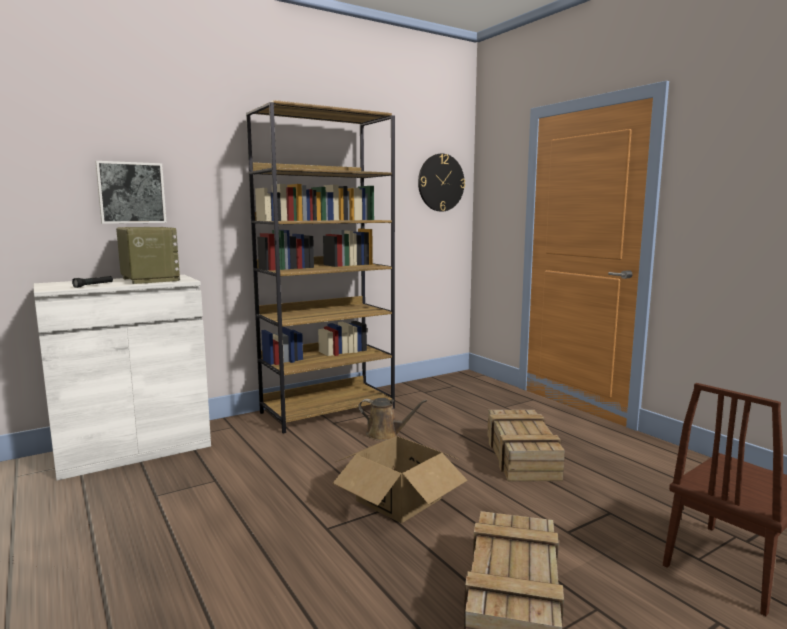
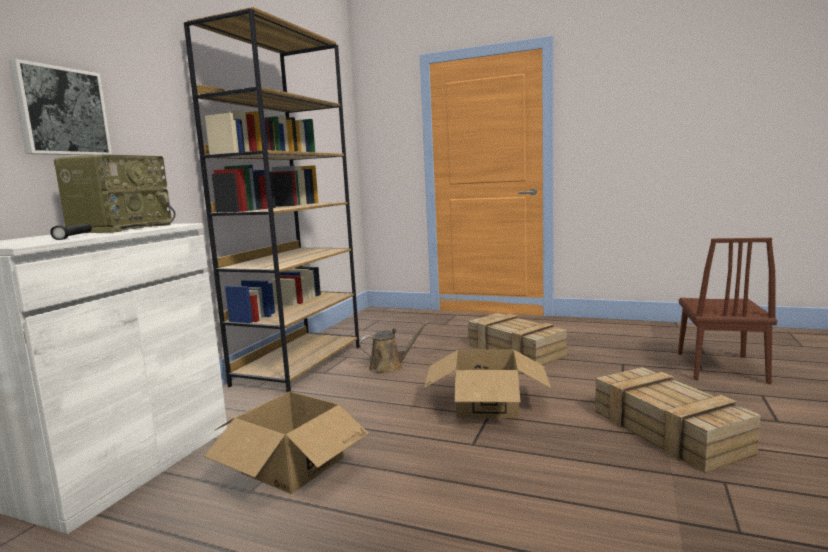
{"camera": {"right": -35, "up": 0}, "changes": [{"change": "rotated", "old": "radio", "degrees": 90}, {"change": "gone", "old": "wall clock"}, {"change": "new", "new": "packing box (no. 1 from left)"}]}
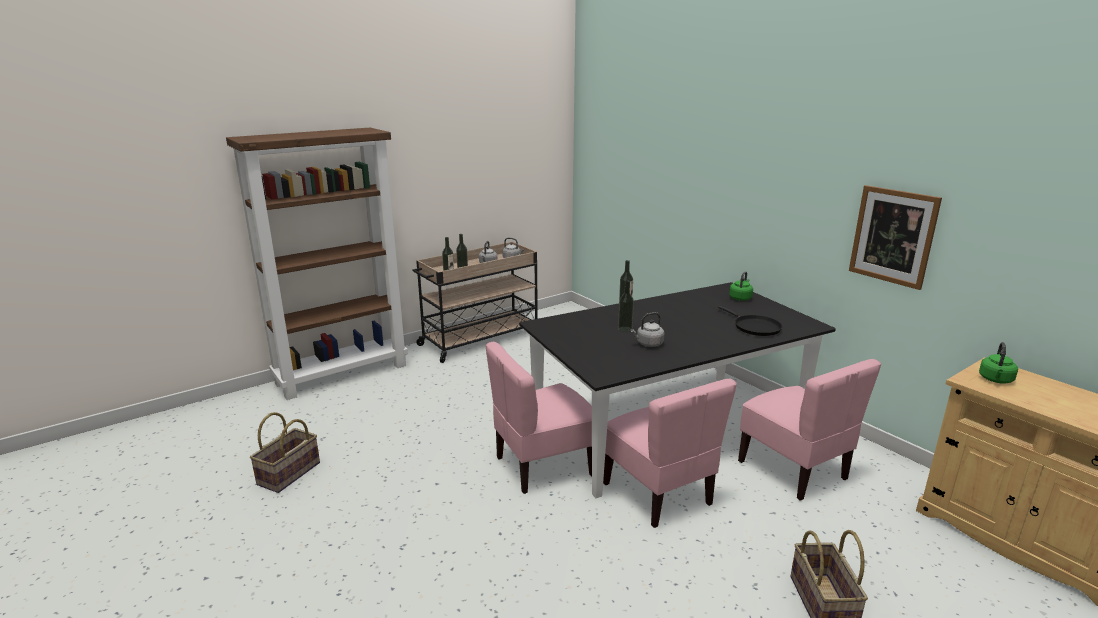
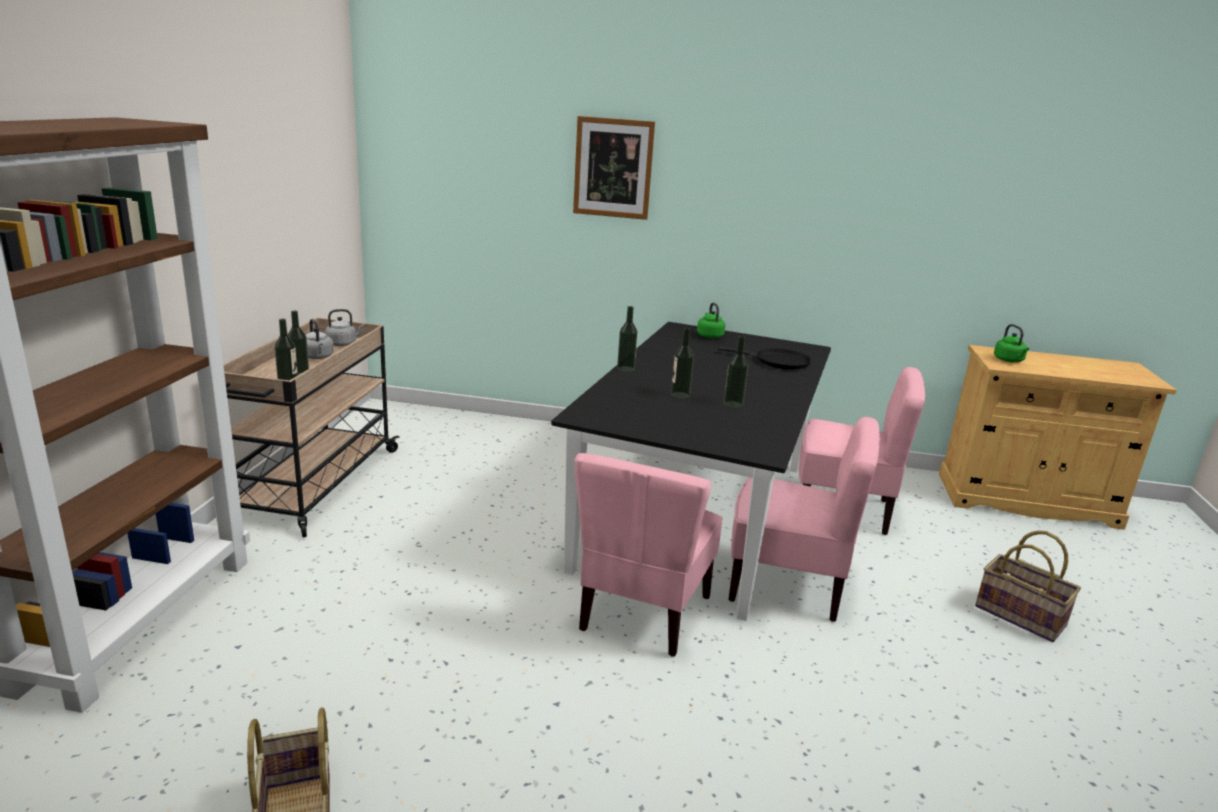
{"camera": {"right": -45, "up": 0}, "changes": [{"change": "swapped", "old": "greyish tea kettle (no. 3 from left)", "new": "drink bottle (no. 5 from left)"}, {"change": "shifted", "old": "picture"}]}
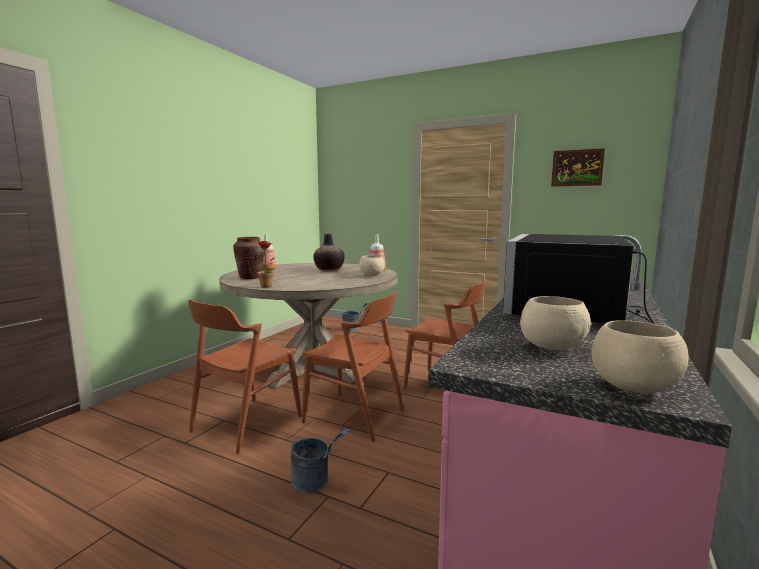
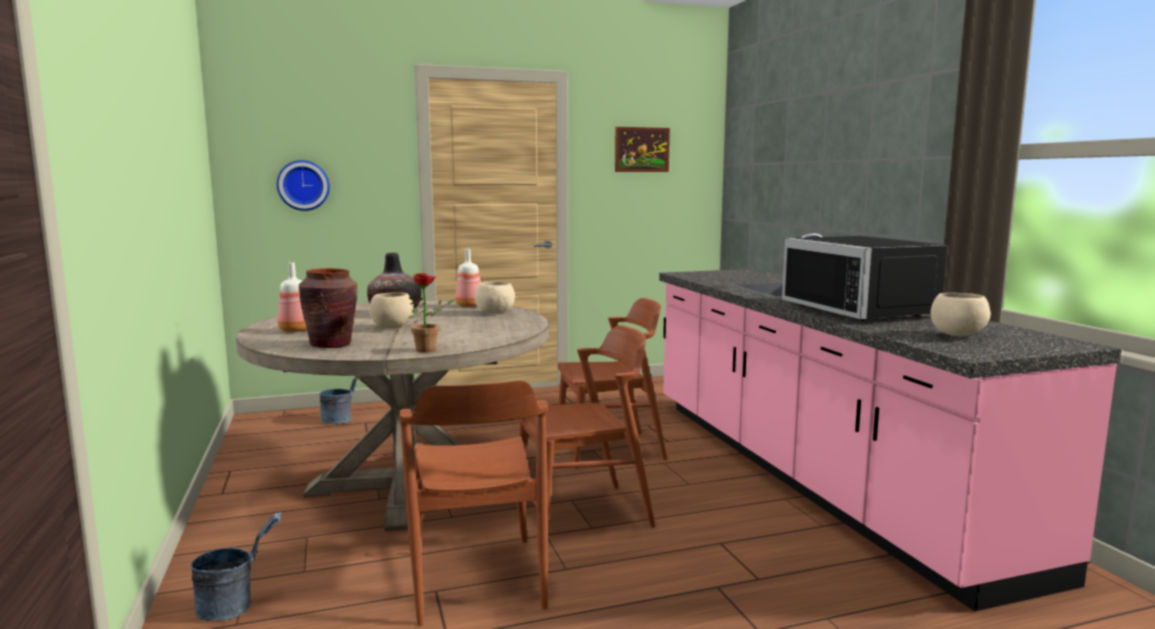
{"camera": {"right": -45, "up": 0}, "changes": [{"change": "shifted", "old": "greyish pail (no. 1 from left)"}, {"change": "shifted", "old": "beige-coloured bowl (no. 3 from left in the first image)", "new": "beige-coloured bowl (no. 1 from left)"}, {"change": "new", "new": "wall clock"}]}
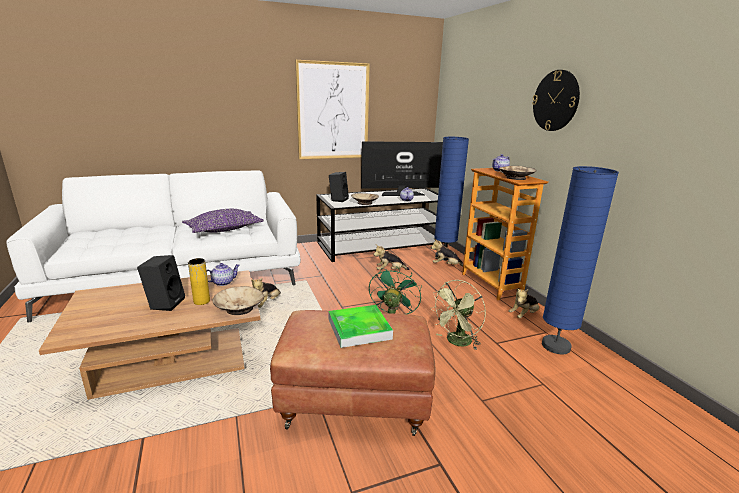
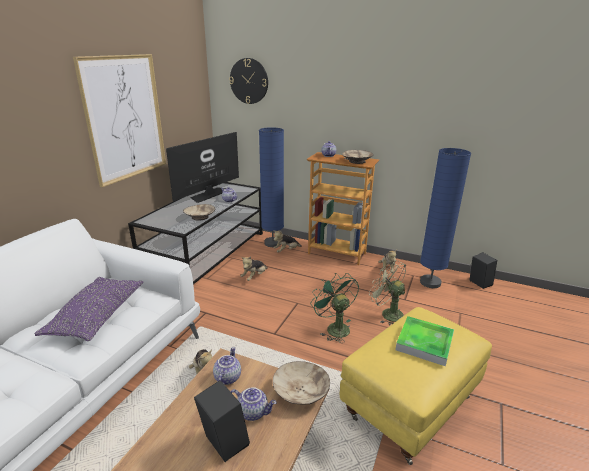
{"camera": {"right": -45, "up": 5}, "changes": [{"change": "swapped", "old": "yellow decorative vase", "new": "teapot (no. 3 from left)"}, {"change": "repainted", "old": "brown-coloured ottoman", "new": "yellow ottoman"}, {"change": "shifted", "old": "black loudspeaker (no. 2 from left)"}, {"change": "rotated", "old": "greenish cooling fan (no. 2 from left)", "degrees": 135}, {"change": "shifted", "old": "wall clock"}]}
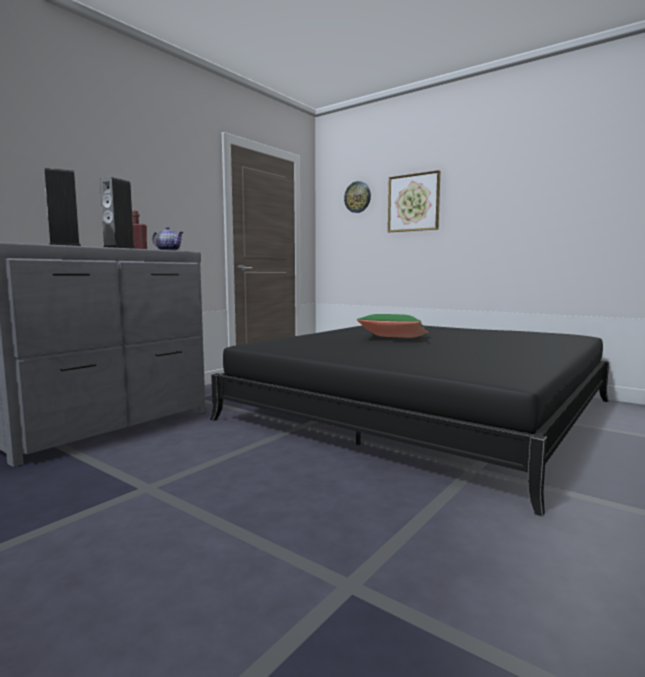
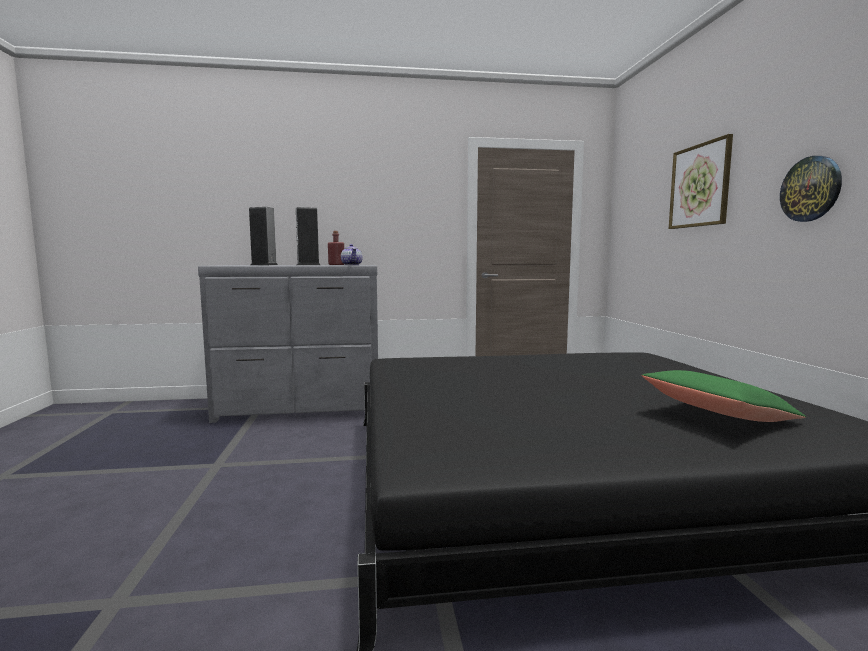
{"camera": {"right": 45, "up": 0}, "changes": [{"change": "shifted", "old": "wall clock"}, {"change": "shifted", "old": "greenish throw pillow"}]}
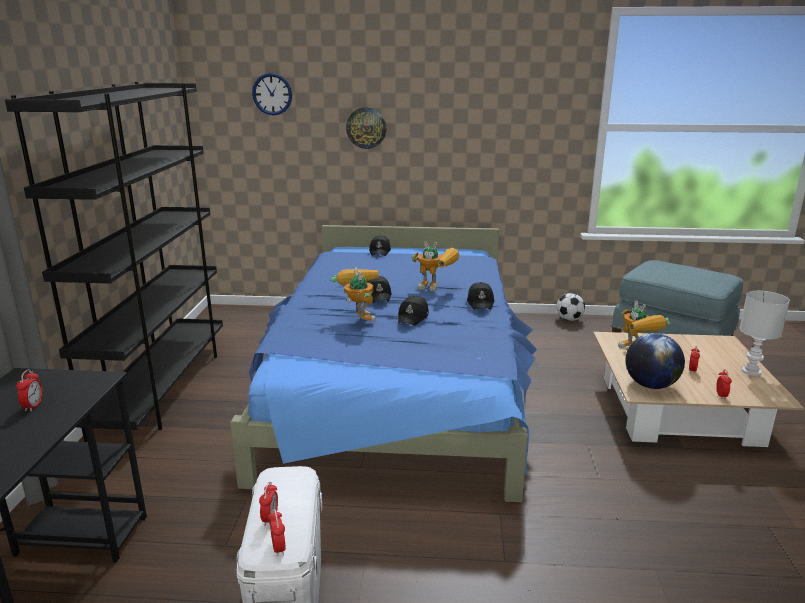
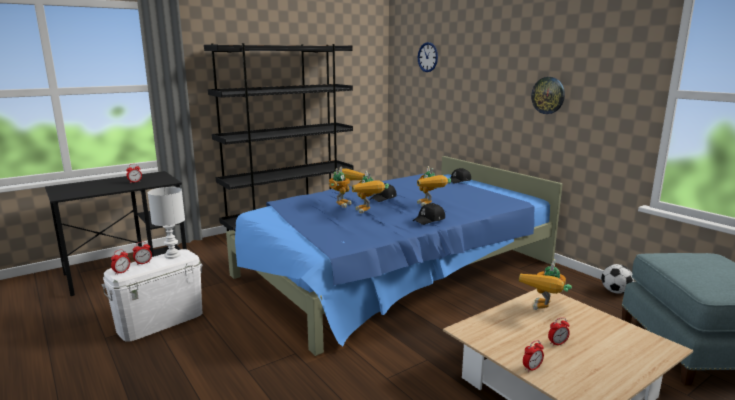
{"camera": {"right": 50, "up": -5}, "changes": [{"change": "shifted", "old": "wall clock (no. 2 from left)"}, {"change": "swapped", "old": "black cap (no. 3 from left)", "new": "toy robot (no. 2 from left)"}, {"change": "gone", "old": "globe"}, {"change": "shifted", "old": "whitish table lamp"}]}
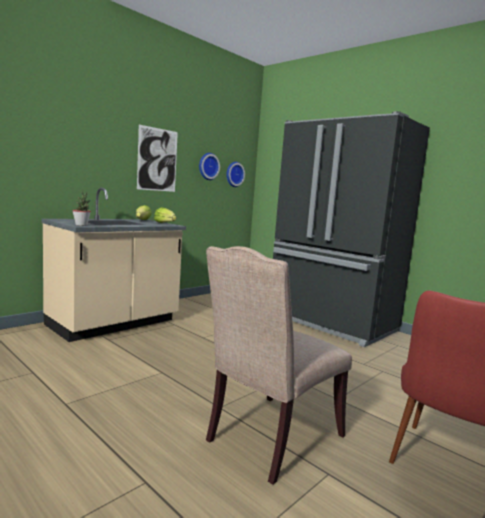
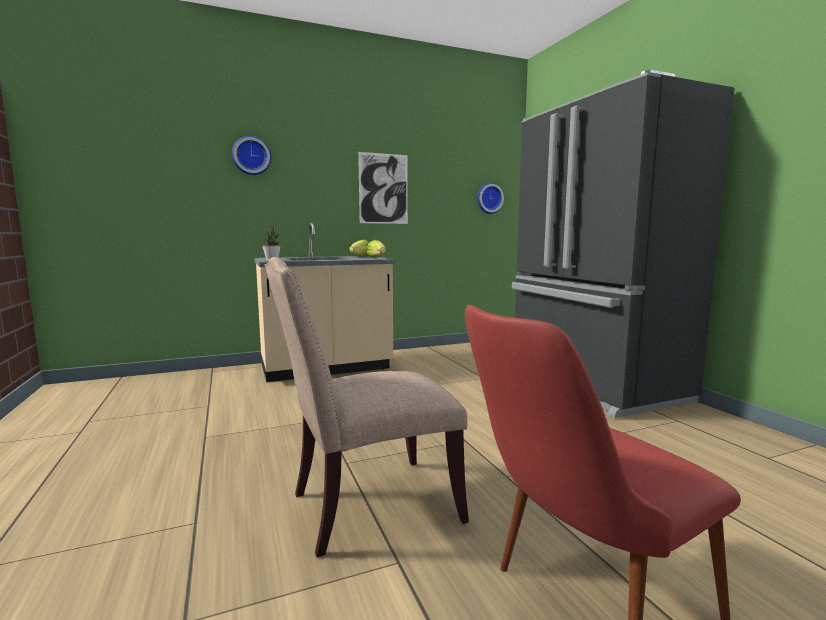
{"camera": {"right": 25, "up": 0}, "changes": [{"change": "shifted", "old": "wall clock (no. 1 from left)"}]}
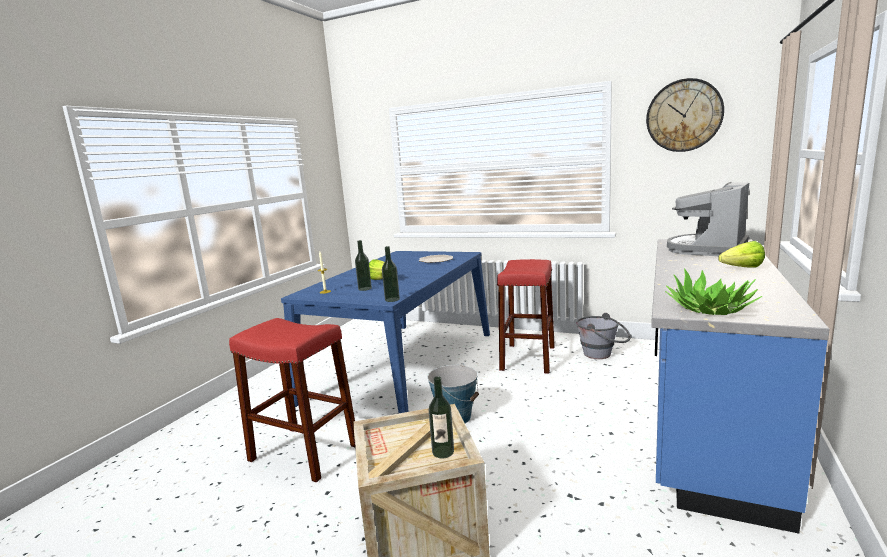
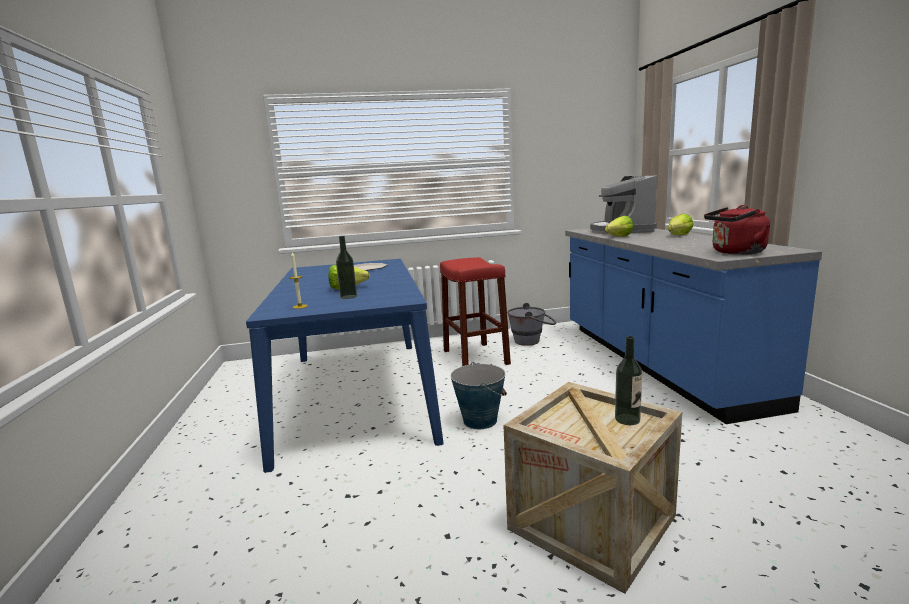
{"camera": {"right": -35, "up": 0}, "changes": [{"change": "gone", "old": "red sitting stool (no. 1 from left)"}, {"change": "gone", "old": "drink bottle (no. 2 from left)"}, {"change": "gone", "old": "wall clock"}, {"change": "swapped", "old": "potted plant", "new": "red tea kettle"}, {"change": "new", "new": "head of lettuce (no. 2 from left)"}]}
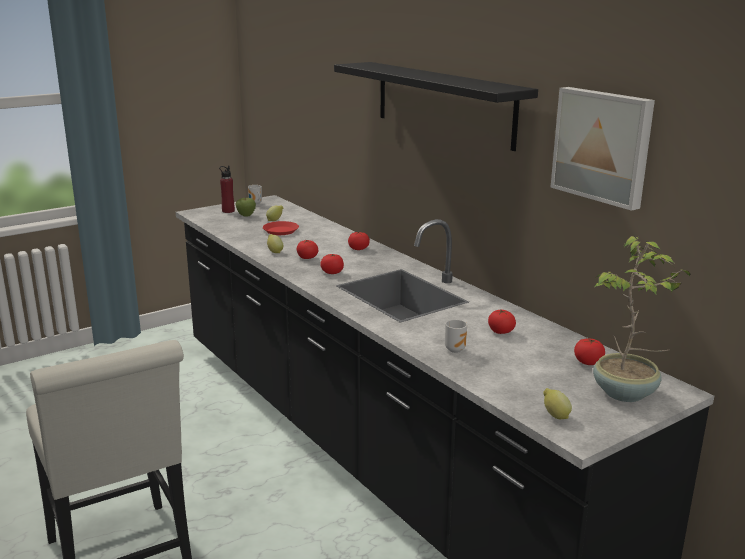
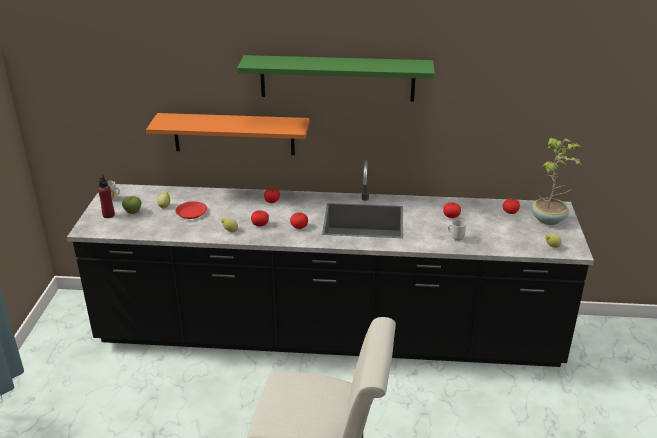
{"camera": {"right": -50, "up": 10}, "changes": [{"change": "repainted", "old": "black bracket shelf", "new": "greenish bracket shelf"}, {"change": "gone", "old": "picture"}, {"change": "new", "new": "orange bracket shelf"}]}
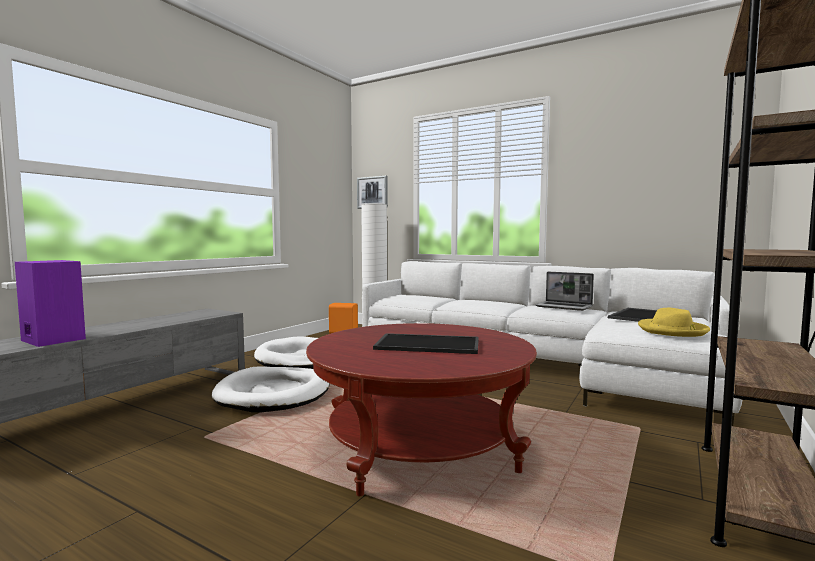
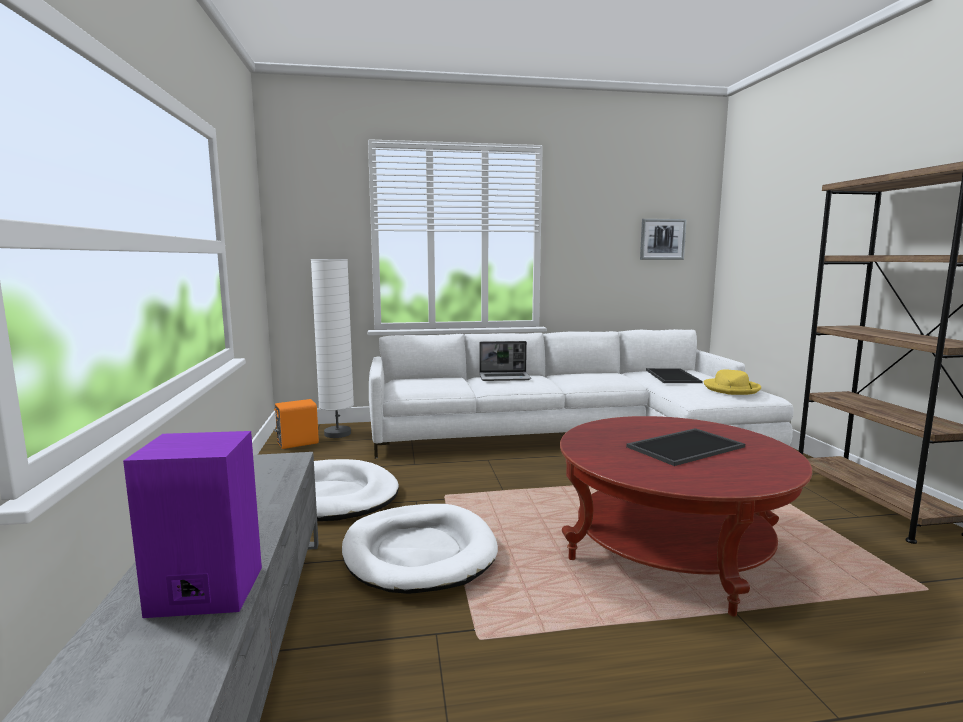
{"camera": {"right": -40, "up": 5}, "changes": [{"change": "shifted", "old": "picture"}, {"change": "shifted", "old": "notebook computer"}]}
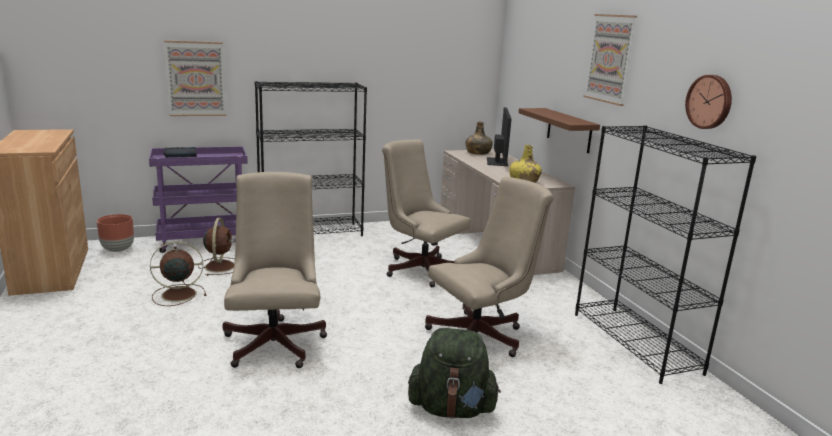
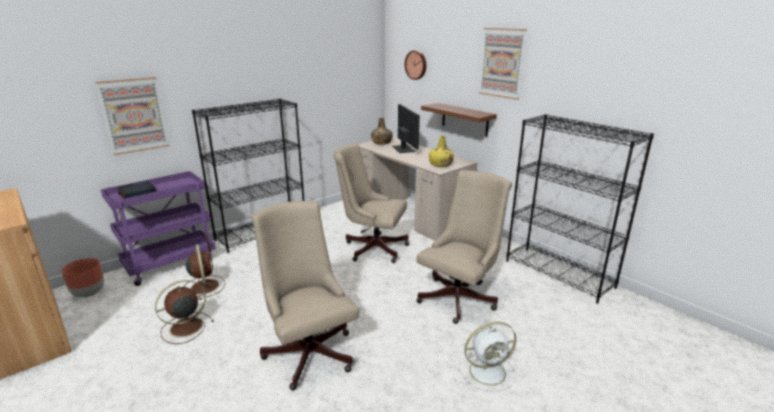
{"camera": {"right": -20, "up": 5}, "changes": [{"change": "swapped", "old": "greenish knapsack", "new": "whitish cooling fan"}, {"change": "shifted", "old": "wall clock"}]}
